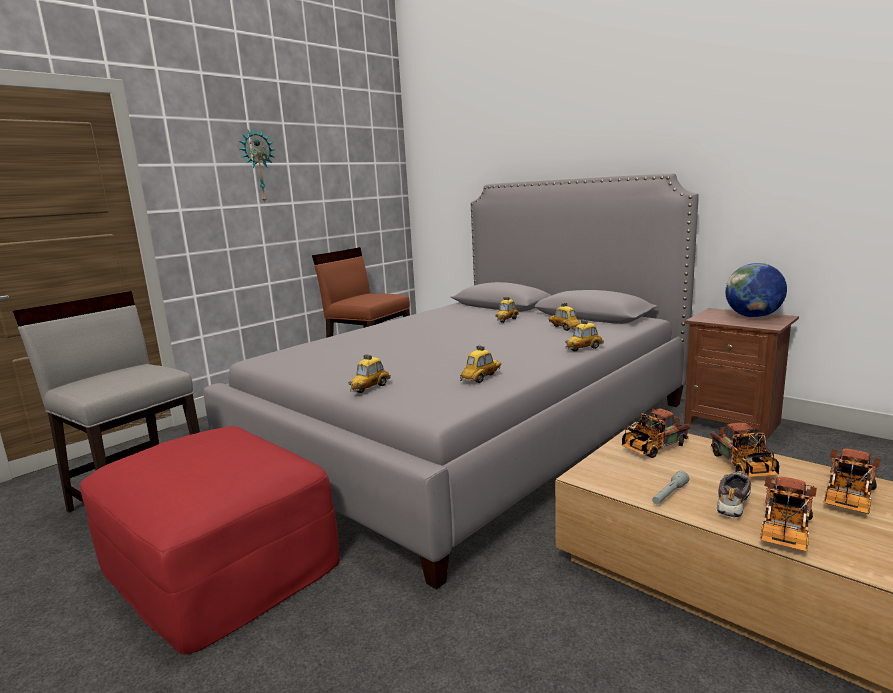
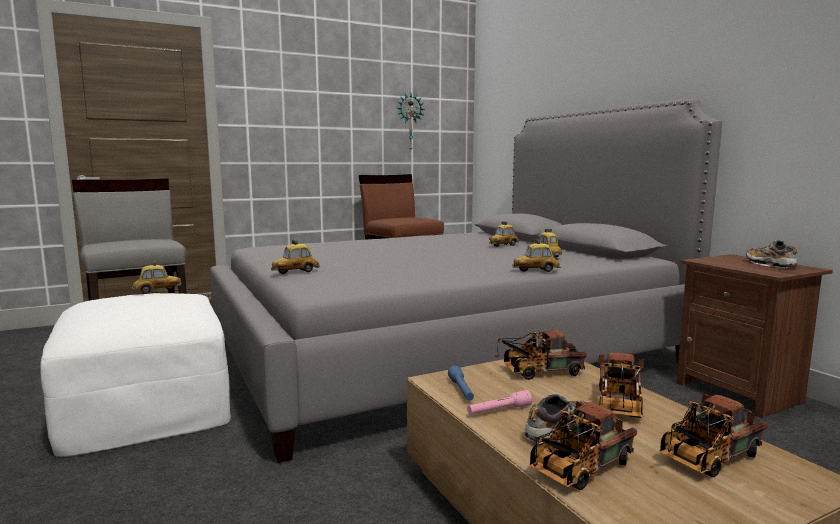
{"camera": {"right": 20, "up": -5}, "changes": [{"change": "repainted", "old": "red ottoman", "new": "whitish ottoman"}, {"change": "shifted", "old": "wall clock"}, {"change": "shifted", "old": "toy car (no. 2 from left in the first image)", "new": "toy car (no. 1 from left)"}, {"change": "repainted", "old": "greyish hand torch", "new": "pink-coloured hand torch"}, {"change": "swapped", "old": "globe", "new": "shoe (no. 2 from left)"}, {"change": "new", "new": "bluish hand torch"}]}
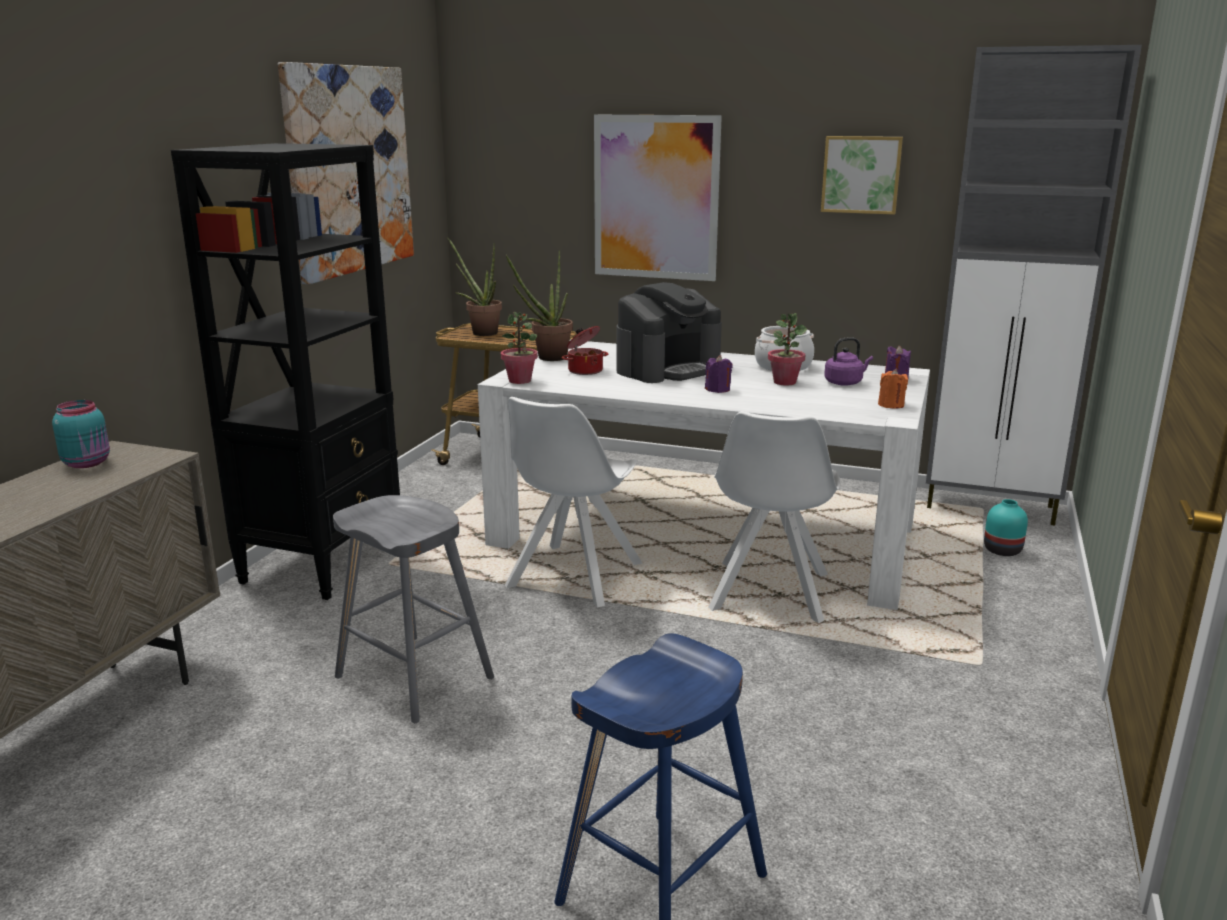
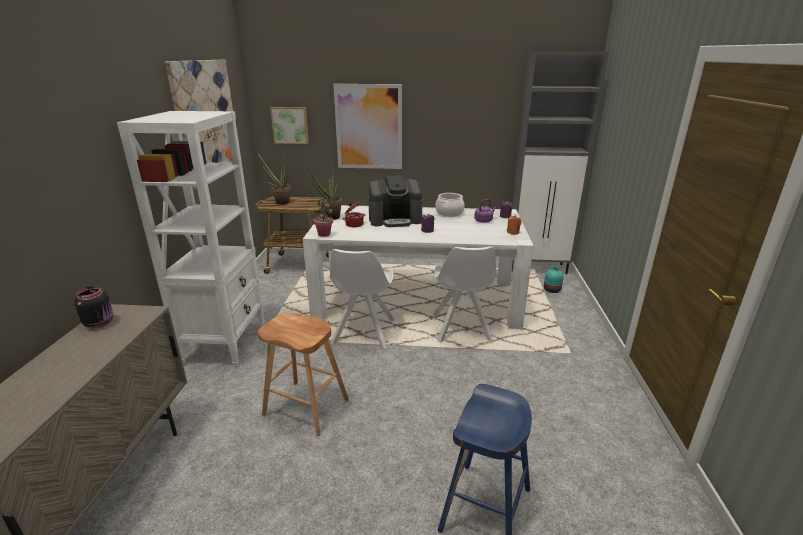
{"camera": {"right": -15, "up": 5}, "changes": [{"change": "repainted", "old": "turquoise jar", "new": "black jar"}, {"change": "repainted", "old": "black shelving unit", "new": "whitish shelving unit"}, {"change": "repainted", "old": "greyish sitting stool", "new": "brown-coloured sitting stool"}, {"change": "rotated", "old": "coffee brewer", "degrees": 45}, {"change": "gone", "old": "potted plant (no. 4 from left)"}, {"change": "shifted", "old": "picture (no. 3 from left in the first image)", "new": "picture (no. 2 from left)"}]}
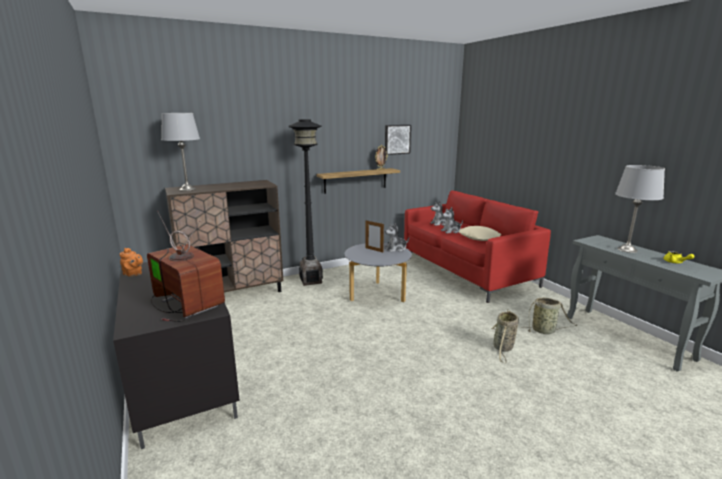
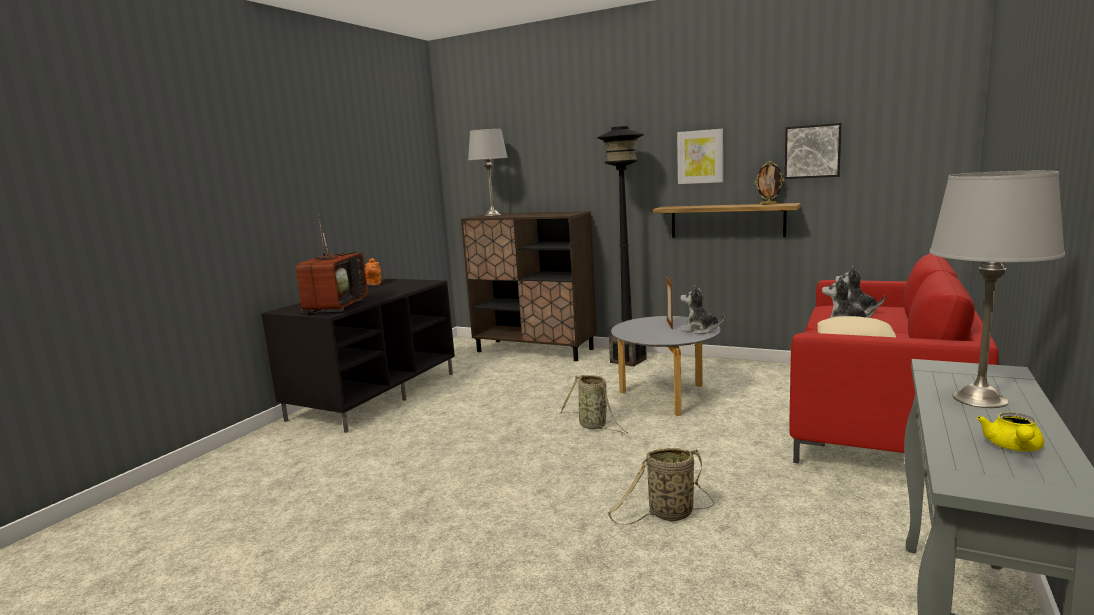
{"camera": {"right": 55, "up": -5}, "changes": [{"change": "shifted", "old": "storage basket (no. 2 from left in the first image)", "new": "storage basket (no. 1 from left)"}, {"change": "new", "new": "picture (no. 1 from left)"}]}
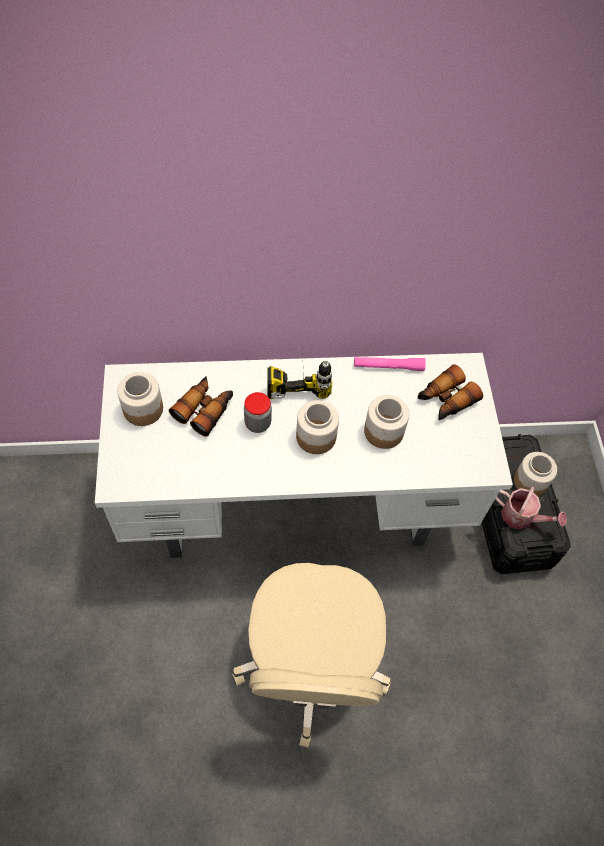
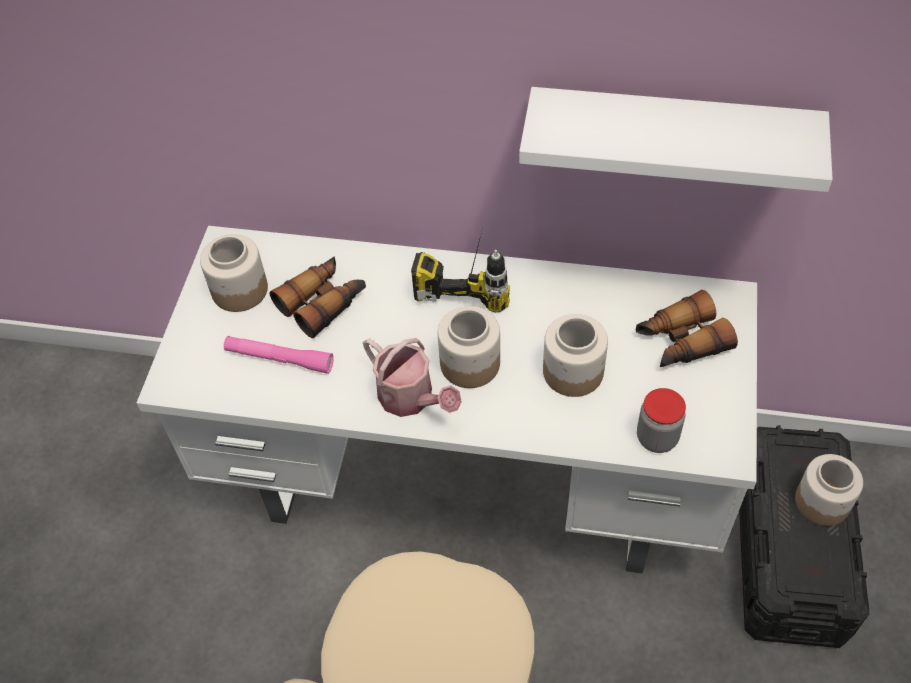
{"camera": {"right": 20, "up": -5}, "changes": [{"change": "shifted", "old": "jar (no. 2 from left in the first image)", "new": "jar (no. 4 from left)"}, {"change": "shifted", "old": "pink-coloured hand torch"}, {"change": "shifted", "old": "watering pot"}, {"change": "new", "new": "whitish bracket shelf"}]}
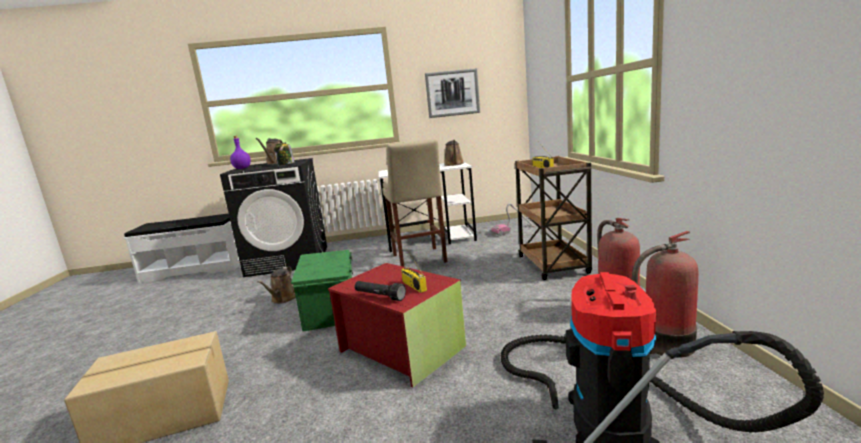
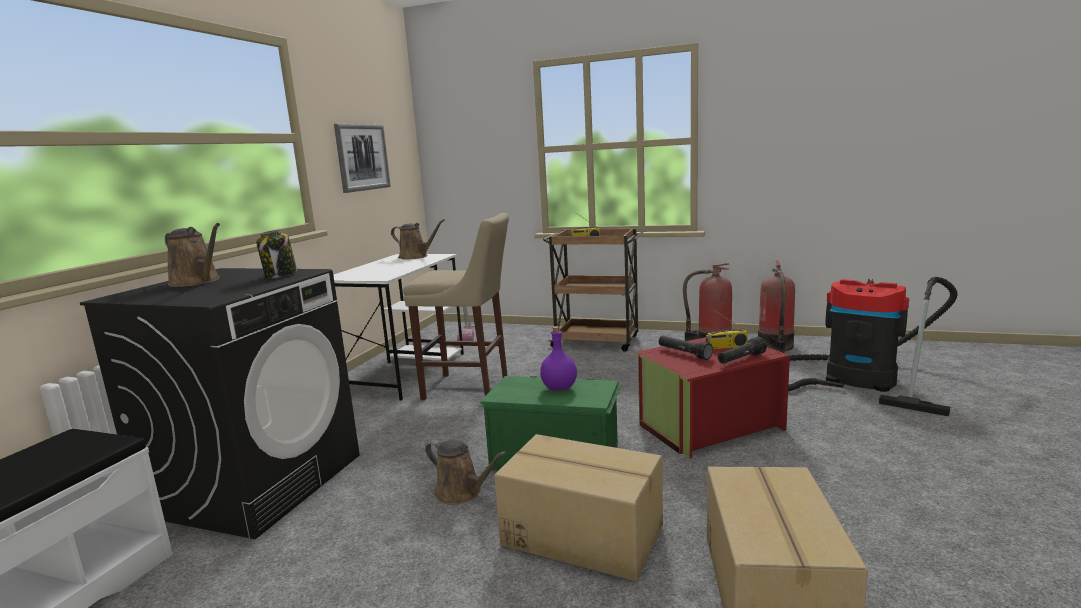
{"camera": {"right": -65, "up": 0}, "changes": [{"change": "shifted", "old": "purple drink bottle"}, {"change": "new", "new": "packing box (no. 1 from left)"}, {"change": "new", "new": "black hand torch (no. 1 from left)"}]}
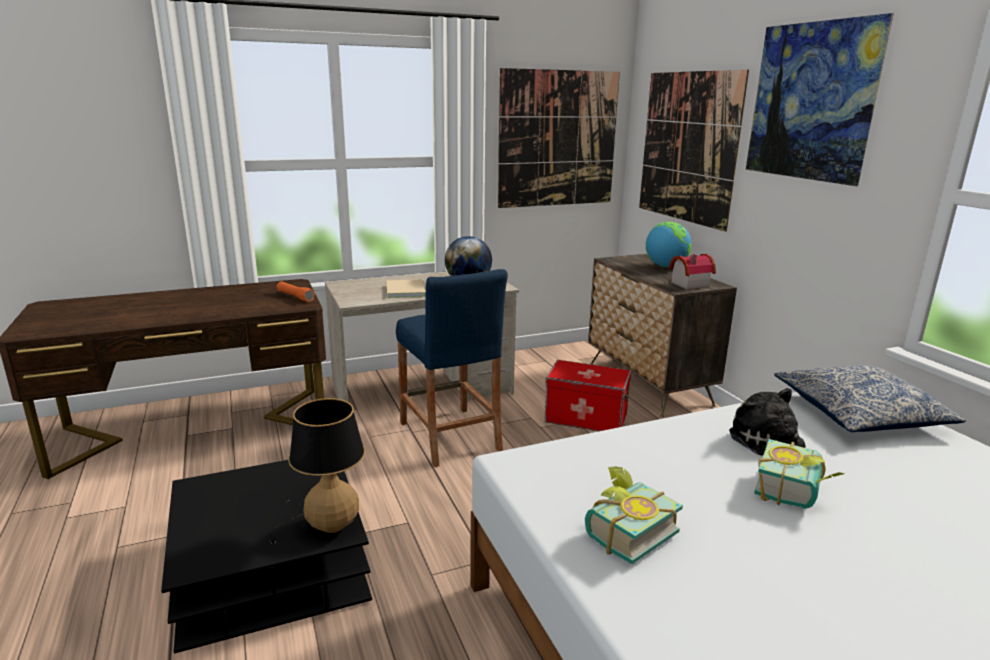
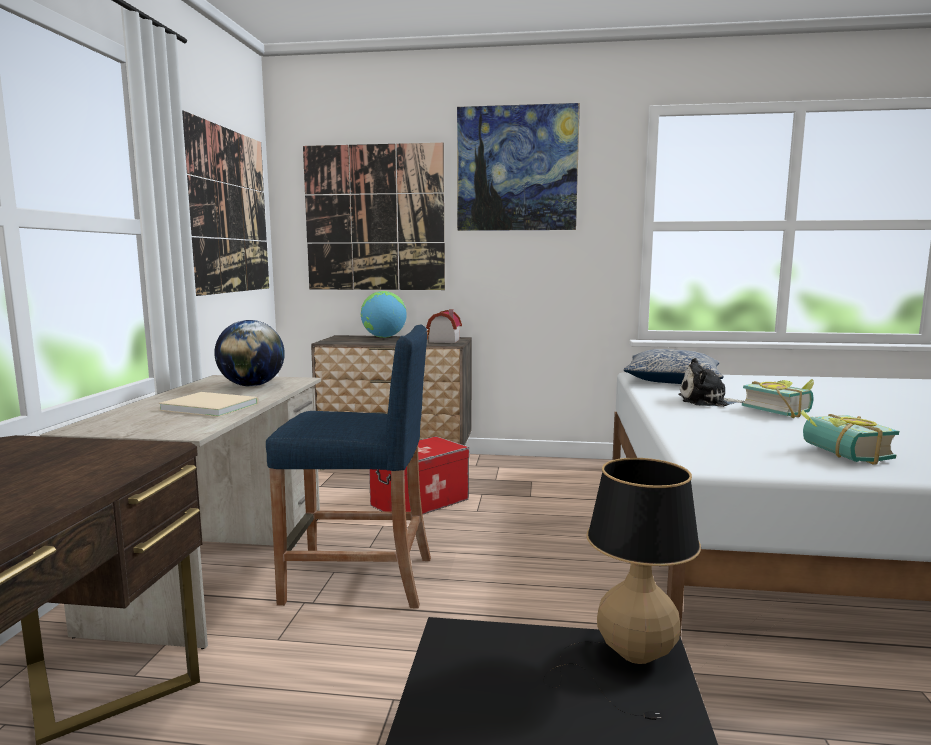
{"camera": {"right": -60, "up": -10}, "changes": [{"change": "gone", "old": "orange hand torch"}]}
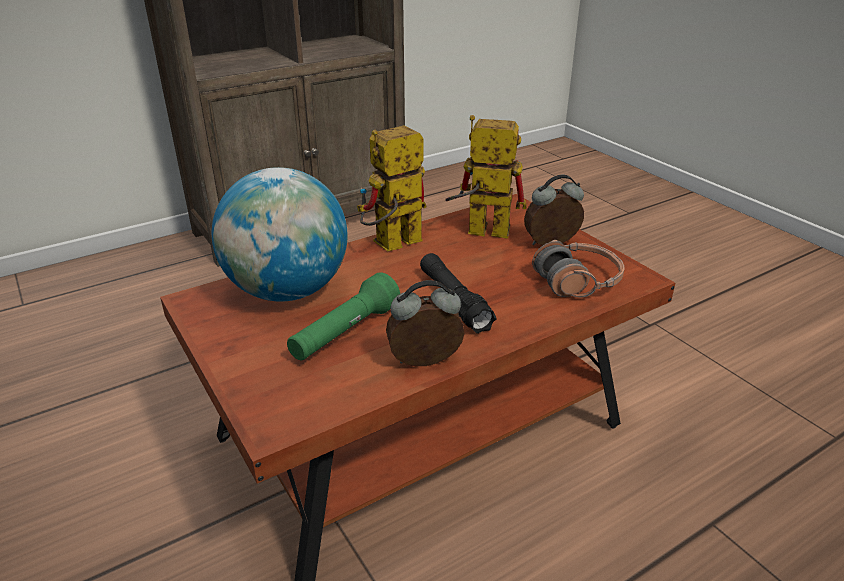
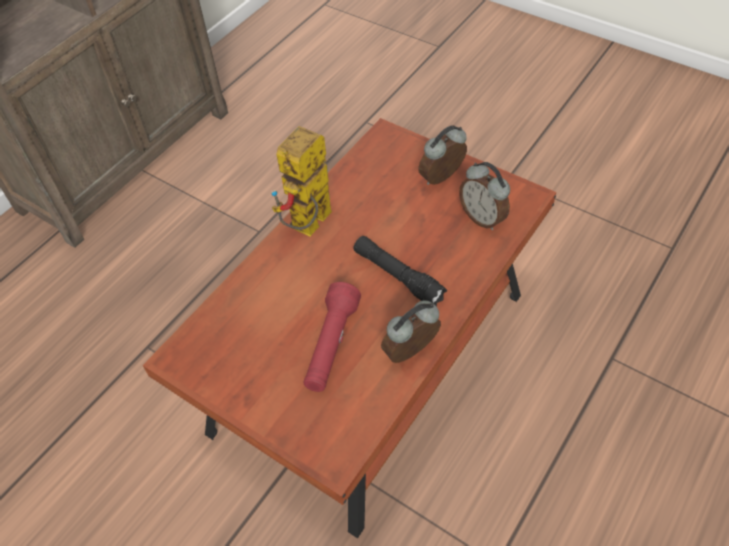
{"camera": {"right": -20, "up": 20}, "changes": [{"change": "gone", "old": "globe"}, {"change": "repainted", "old": "greenish hand torch", "new": "red hand torch"}, {"change": "gone", "old": "toy robot (no. 2 from left)"}, {"change": "swapped", "old": "headphones", "new": "table clock (no. 3 from left)"}]}
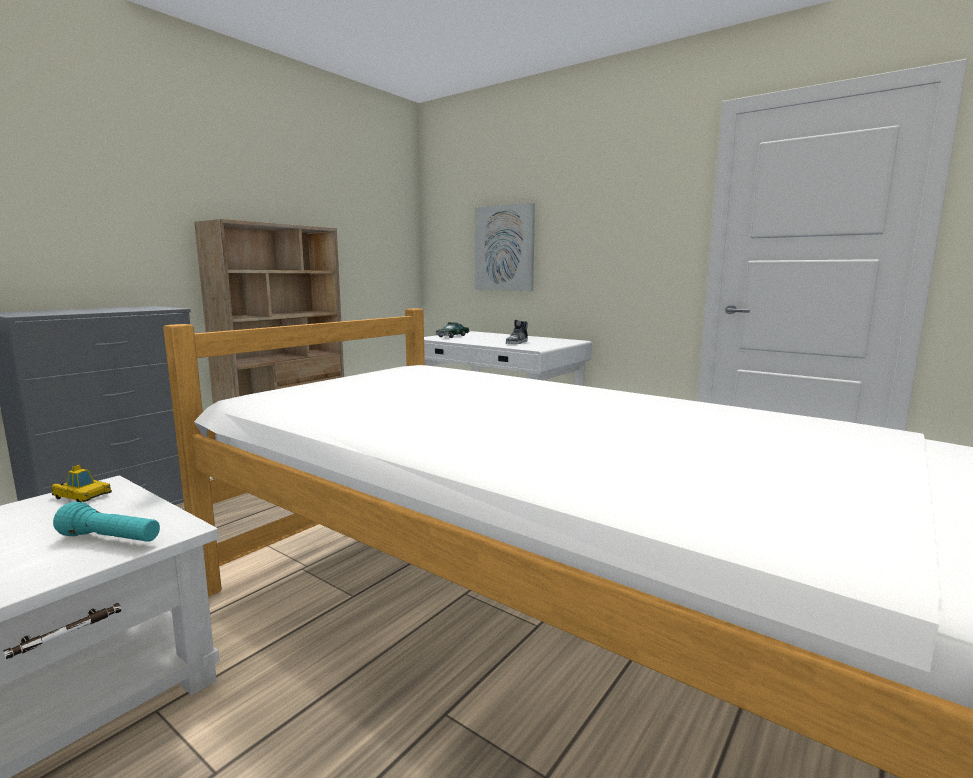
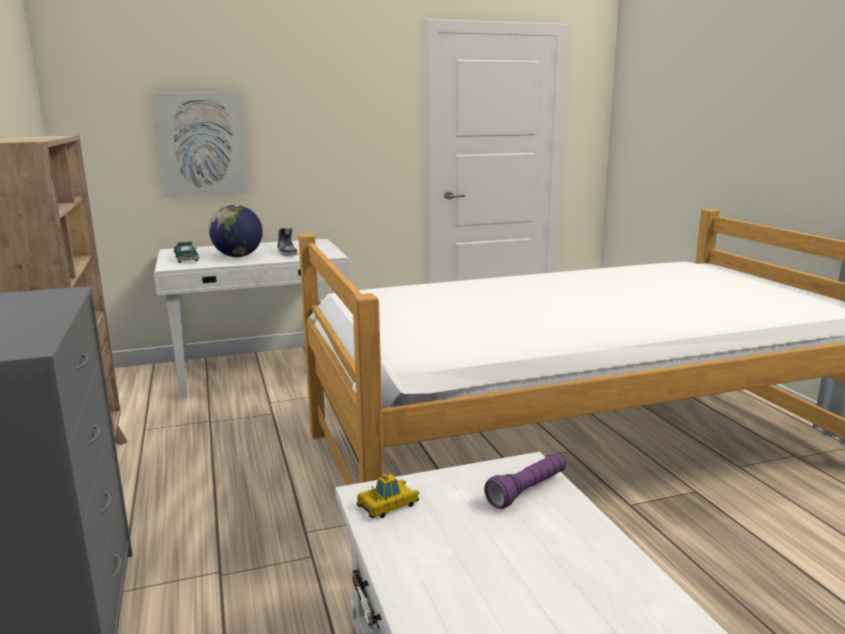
{"camera": {"right": -55, "up": 5}, "changes": [{"change": "repainted", "old": "turquoise hand torch", "new": "purple hand torch"}, {"change": "new", "new": "globe"}]}
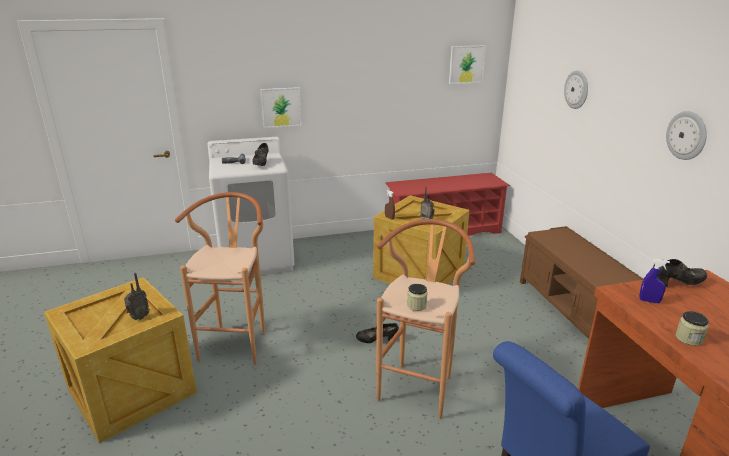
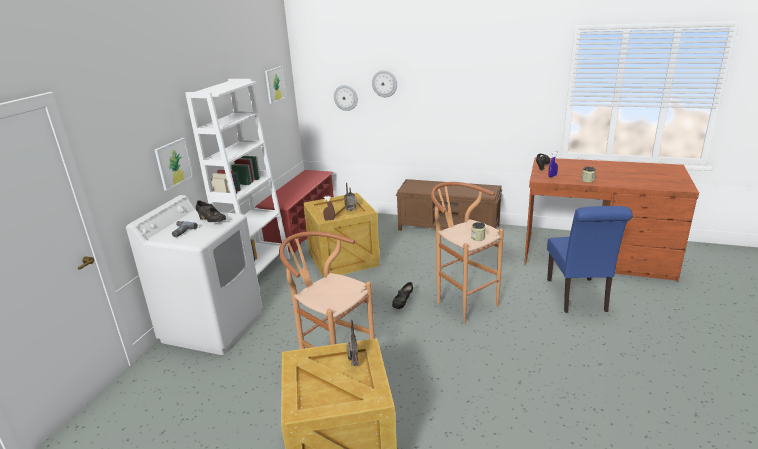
{"camera": {"right": -55, "up": 0}, "changes": [{"change": "shifted", "old": "wall clock (no. 2 from left in the first image)", "new": "wall clock (no. 1 from left)"}, {"change": "new", "new": "whitish shelving unit"}]}
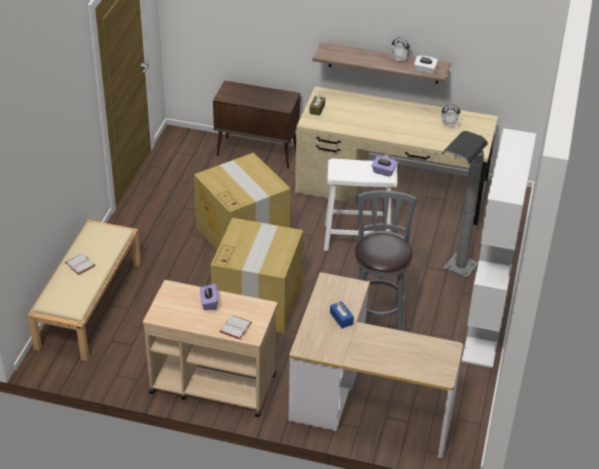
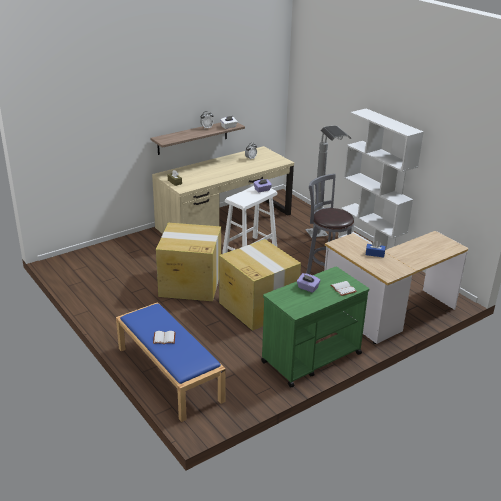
{"camera": {"right": -50, "up": -10}, "changes": [{"change": "repainted", "old": "beige-coloured indoor bench", "new": "bluish indoor bench"}, {"change": "repainted", "old": "beige-coloured wheeled cart", "new": "greenish wheeled cart"}, {"change": "gone", "old": "brown-coloured storage cabinet"}]}
